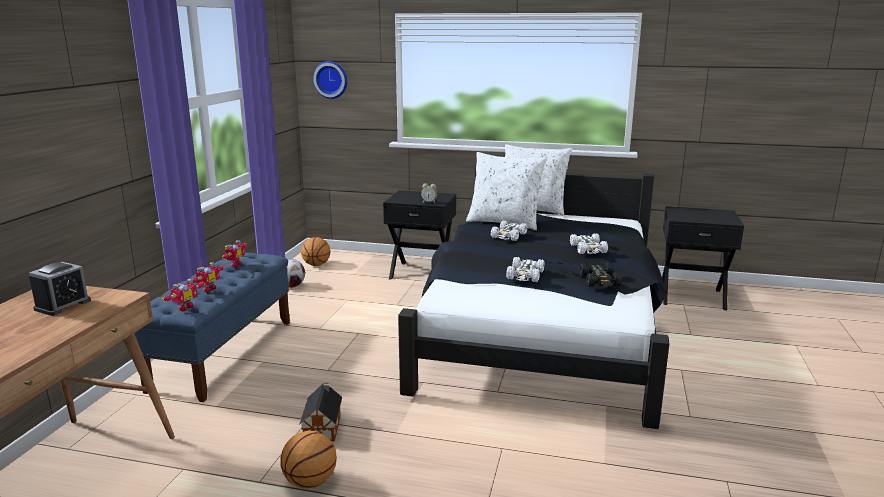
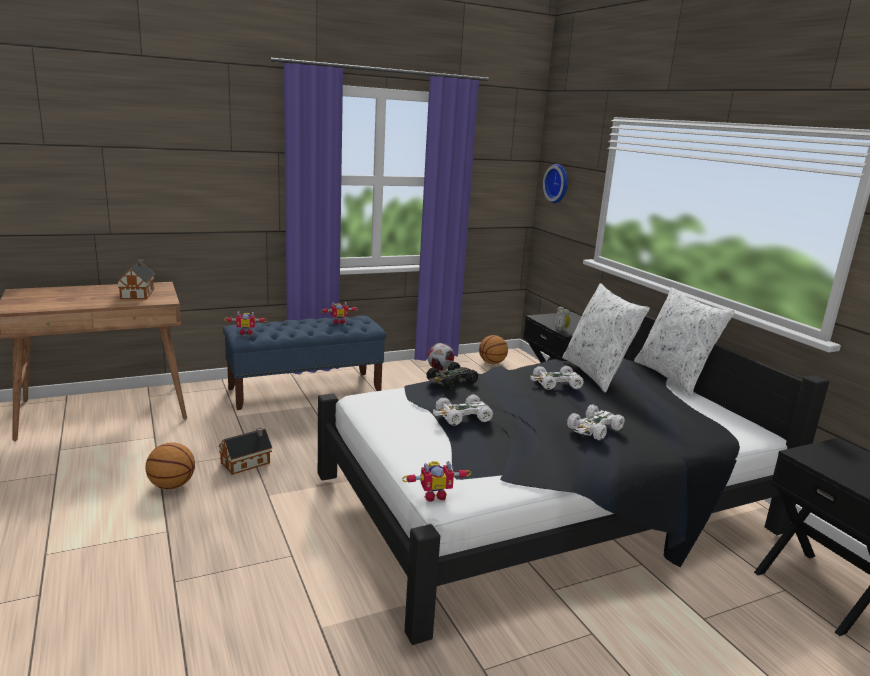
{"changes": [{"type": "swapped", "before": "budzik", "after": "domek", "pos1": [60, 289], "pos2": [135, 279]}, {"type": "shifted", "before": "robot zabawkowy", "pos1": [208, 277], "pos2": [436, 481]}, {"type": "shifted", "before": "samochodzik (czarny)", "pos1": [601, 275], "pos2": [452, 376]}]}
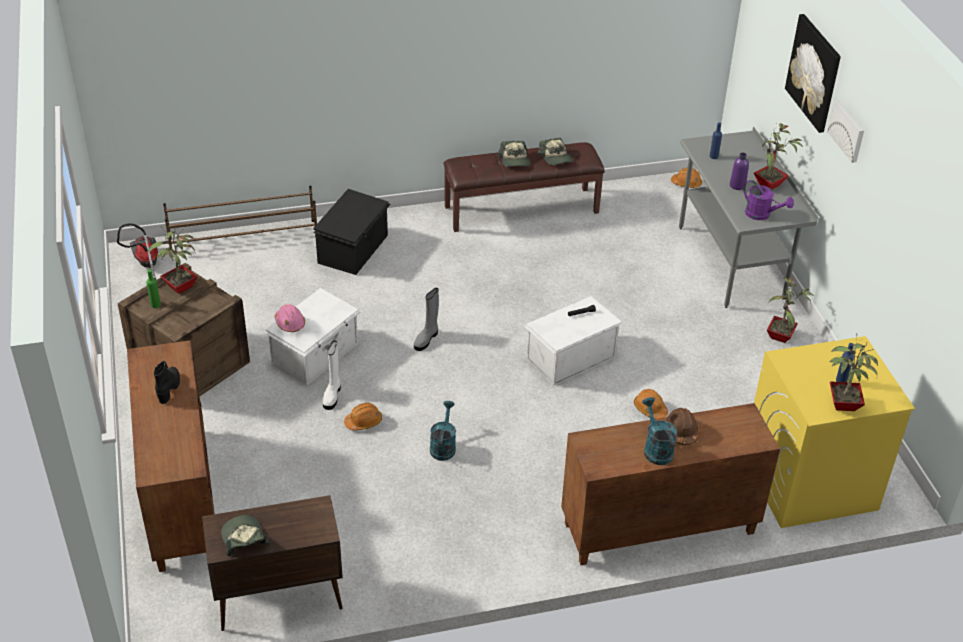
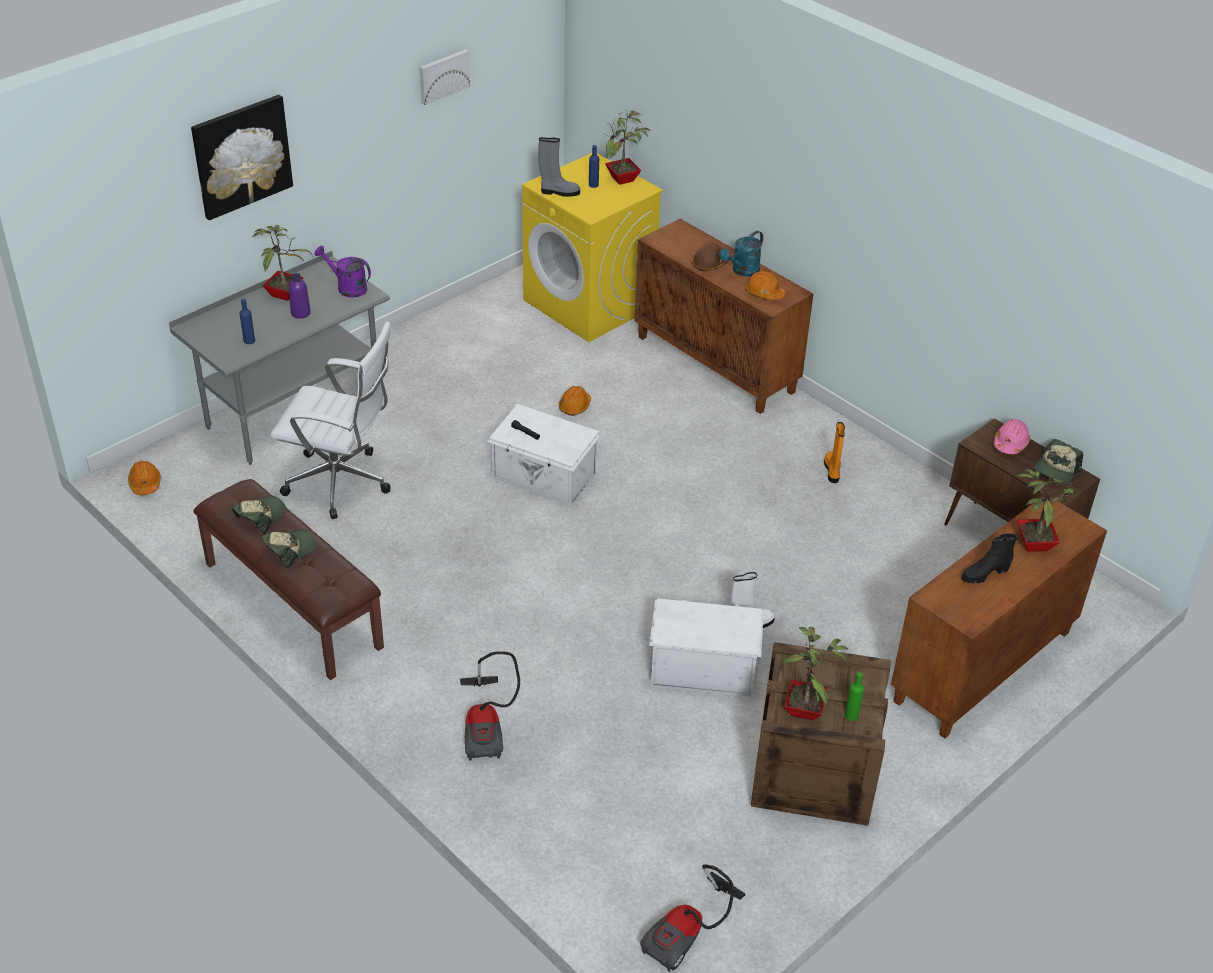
{"changes": [{"type": "gone", "before": "regał na buty (brązowy)", "pos1": [240, 218]}, {"type": "shifted", "before": "kask (różowy)", "pos1": [290, 318], "pos2": [1012, 436]}, {"type": "swapped", "before": "pojemnik do przechowywania (czarny)", "after": "odkurzacz", "pos1": [352, 232], "pos2": [490, 705]}, {"type": "shifted", "before": "kask (pomarańczowy)", "pos1": [363, 416], "pos2": [765, 285]}, {"type": "shifted", "before": "but z cholewką (szary)", "pos1": [426, 319], "pos2": [559, 167]}, {"type": "gone", "before": "konewka (turkusowy)", "pos1": [443, 431]}, {"type": "rotated", "before": "konewka (fioletowy)", "pos1": [768, 200], "pos2": [343, 271], "turn": -75}, {"type": "shifted", "before": "roślina doniczkowa", "pos1": [790, 310], "pos2": [1046, 510]}, {"type": "shifted", "before": "obraz", "pos1": [846, 132], "pos2": [445, 77]}, {"type": "new", "after": "krzesło biurowe (biały)", "pos2": [331, 420]}, {"type": "new", "after": "but z cholewką (pomarańczowy)", "pos2": [834, 452]}]}
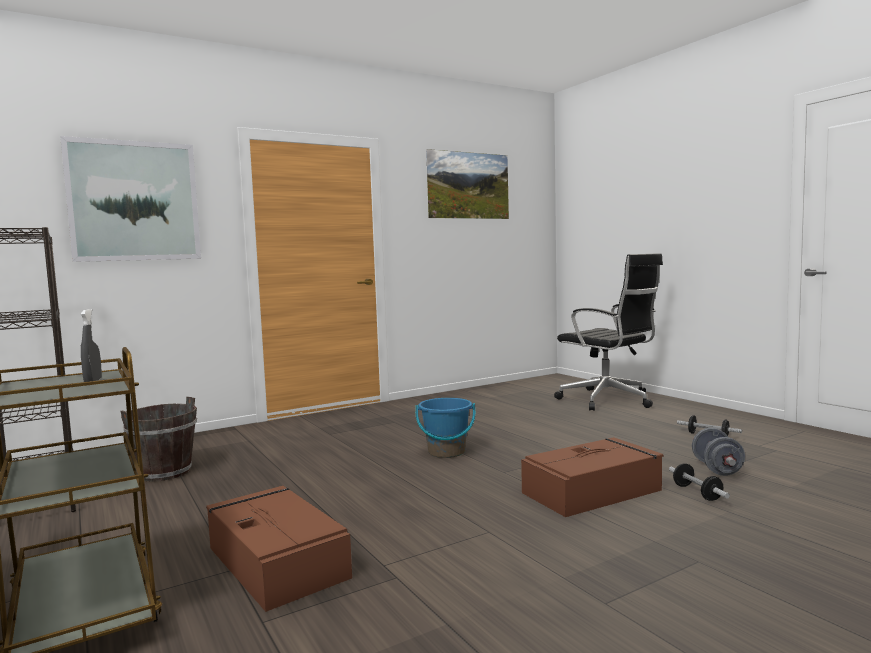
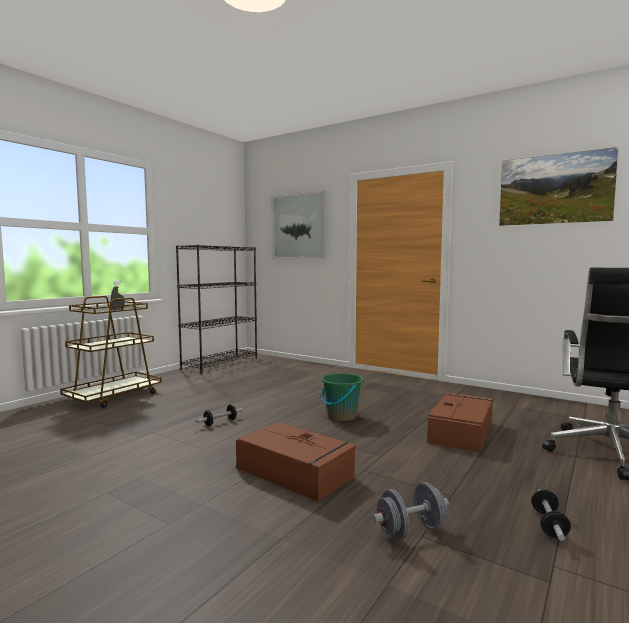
{"changes": [{"type": "gone", "before": "wiadro (brązowy)", "pos1": [159, 439]}, {"type": "shifted", "before": "pojemnik do przechowywania (brązowy)", "pos1": [279, 549], "pos2": [460, 422]}, {"type": "repainted", "before": "wiadro (niebieski)", "after": "wiadro (zielony)", "pos1": [445, 428], "pos2": [342, 397]}, {"type": "shifted", "before": "hantel", "pos1": [699, 482], "pos2": [219, 415]}]}
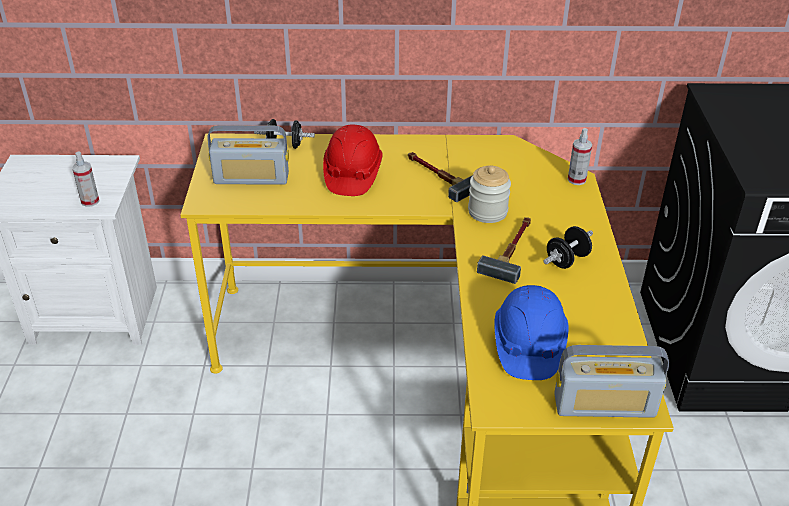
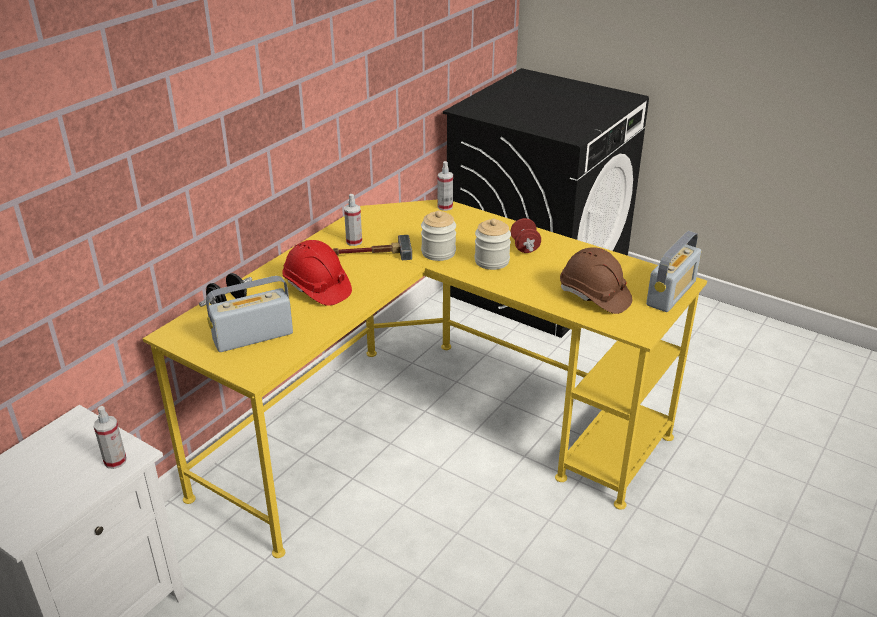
{"changes": [{"type": "rotated", "before": "radio", "pos1": [248, 155], "pos2": [249, 314], "turn": -150}, {"type": "swapped", "before": "młotek", "after": "słoik", "pos1": [504, 250], "pos2": [493, 244]}, {"type": "repainted", "before": "kask (niebieski)", "after": "kask (brązowy)", "pos1": [531, 332], "pos2": [596, 280]}, {"type": "repainted", "before": "hantel (czarny)", "after": "hantel (czerwony)", "pos1": [568, 247], "pos2": [526, 235]}, {"type": "new", "after": "spryskiwacz", "pos2": [353, 220]}]}
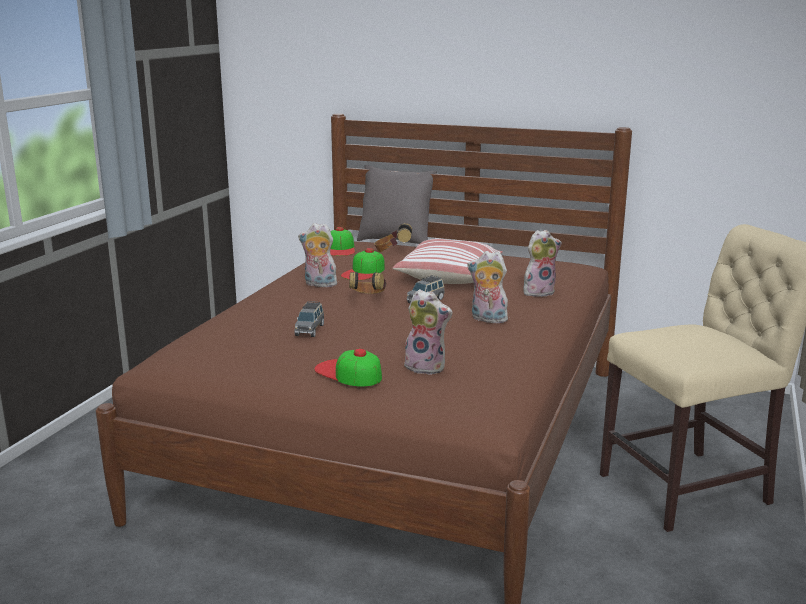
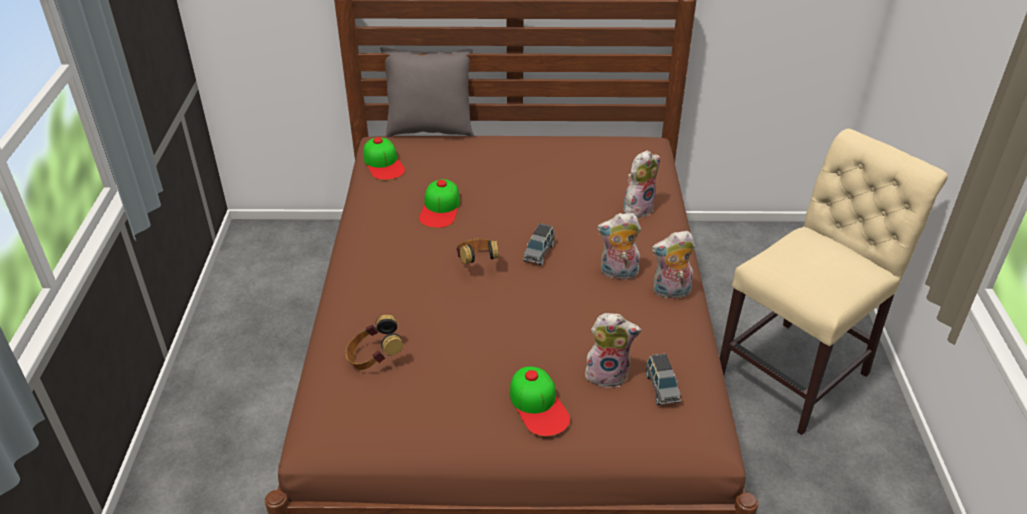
{"changes": [{"type": "shifted", "before": "samochodzik (szary)", "pos1": [309, 319], "pos2": [663, 379]}, {"type": "shifted", "before": "pluszak", "pos1": [317, 255], "pos2": [673, 264]}, {"type": "rotated", "before": "czapka z daszkiem", "pos1": [348, 368], "pos2": [540, 402], "turn": -135}, {"type": "shifted", "before": "słuchawki", "pos1": [393, 238], "pos2": [374, 342]}, {"type": "gone", "before": "poduszka", "pos1": [448, 261]}]}
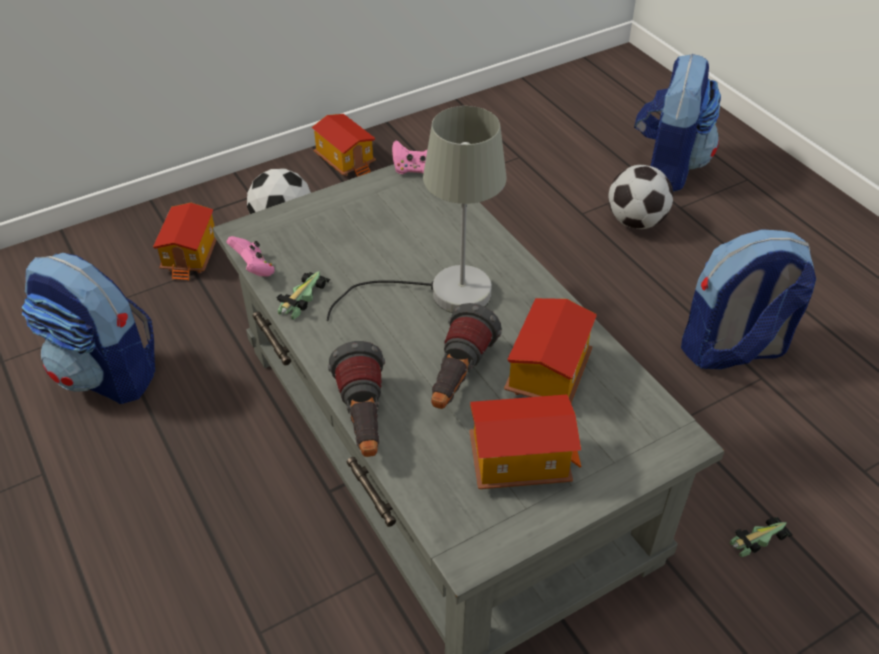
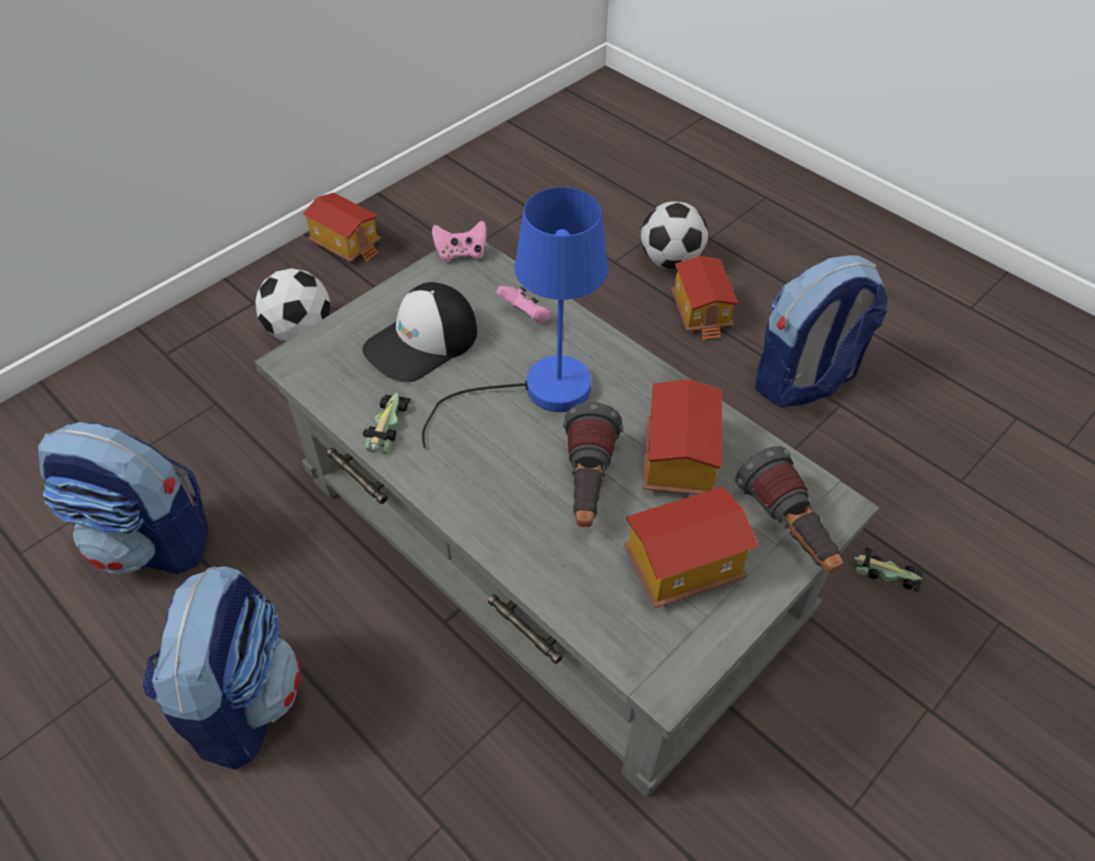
{"changes": [{"type": "shifted", "before": "domek", "pos1": [184, 242], "pos2": [704, 298]}, {"type": "shifted", "before": "pad do gier (różowy)", "pos1": [251, 256], "pos2": [523, 304]}, {"type": "repainted", "before": "lampa stołowa (szary)", "after": "lampa stołowa (niebieski)", "pos1": [416, 213], "pos2": [515, 318]}, {"type": "shifted", "before": "latarka", "pos1": [356, 399], "pos2": [789, 509]}, {"type": "shifted", "before": "plecak", "pos1": [677, 123], "pos2": [222, 667]}, {"type": "rotated", "before": "samochodzik", "pos1": [761, 537], "pos2": [888, 569], "turn": 60}, {"type": "new", "after": "czapka z daszkiem", "pos2": [419, 332]}]}
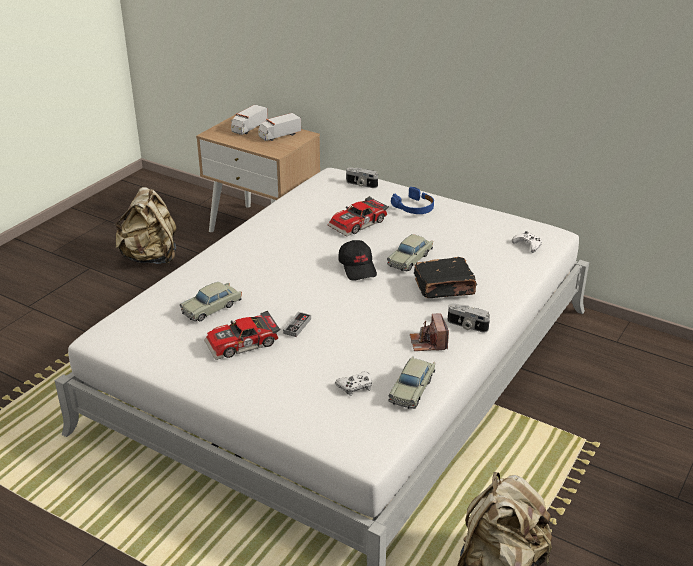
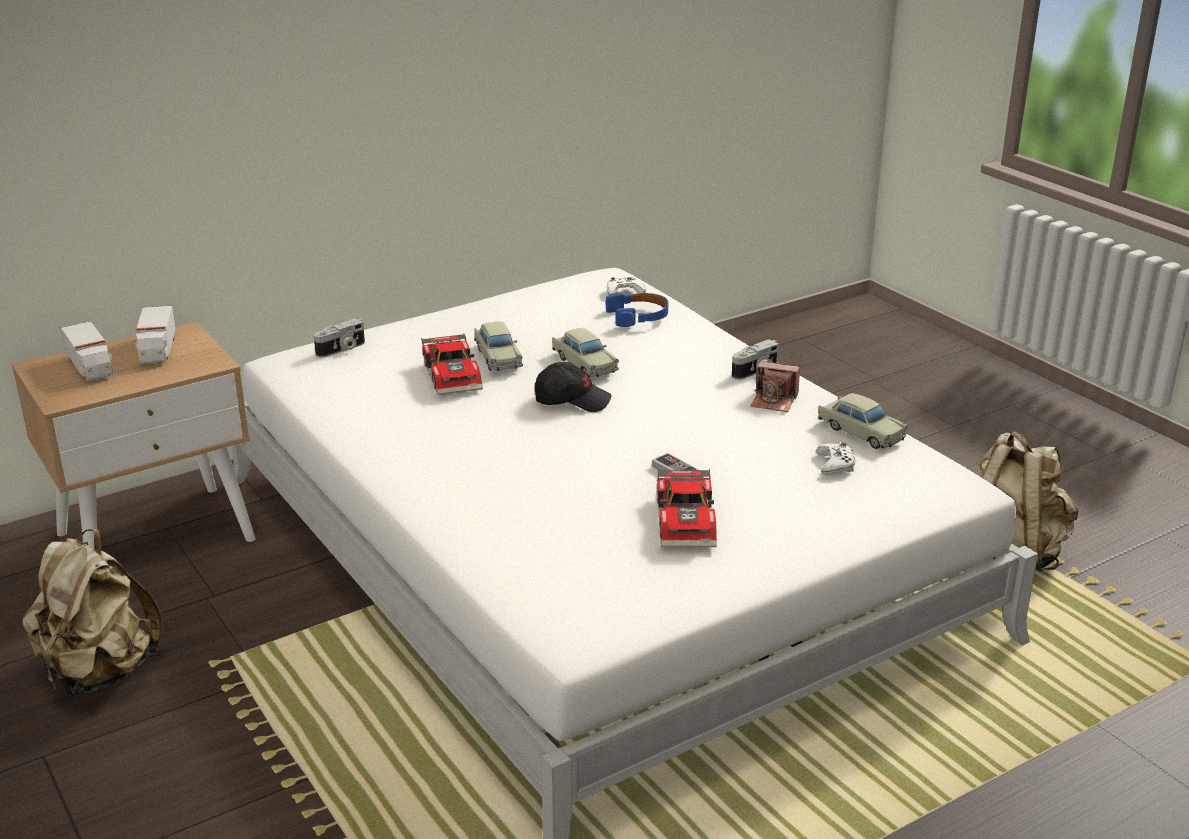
{"changes": [{"type": "shifted", "before": "samochodzik (beżowy)", "pos1": [211, 302], "pos2": [498, 346]}, {"type": "shifted", "before": "słuchawki (niebieski)", "pos1": [412, 200], "pos2": [637, 310]}, {"type": "gone", "before": "książka (czarny)", "pos1": [445, 277]}]}
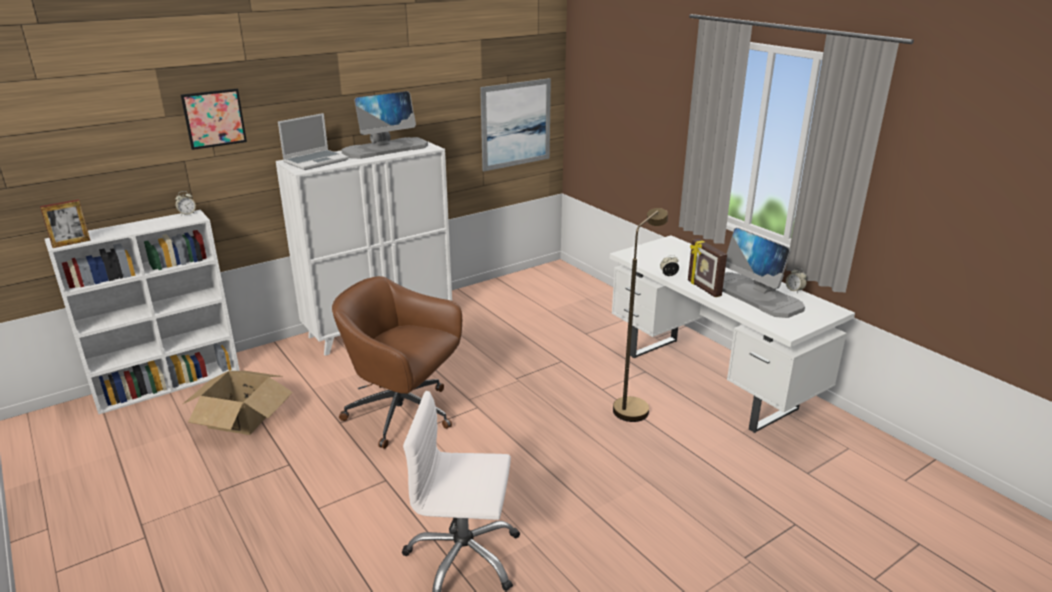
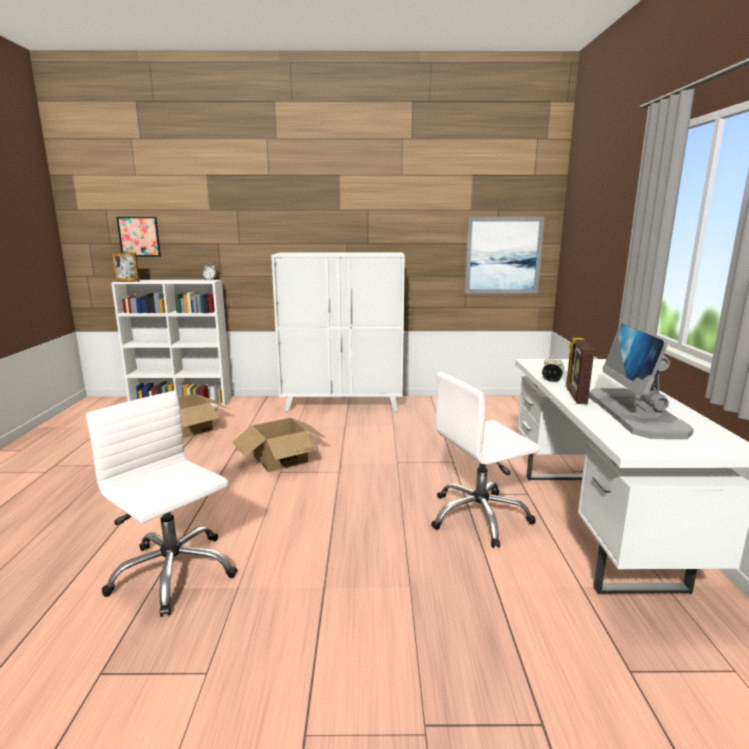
{"changes": [{"type": "shifted", "before": "obraz", "pos1": [214, 119], "pos2": [139, 237]}, {"type": "gone", "before": "laptop", "pos1": [313, 141]}, {"type": "swapped", "before": "krzesło biurowe (brązowy)", "after": "karton", "pos1": [397, 362], "pos2": [279, 445]}, {"type": "gone", "before": "monitor", "pos1": [384, 125]}, {"type": "swapped", "before": "lampa stojąca (brązowy)", "after": "krzesło biurowe (biały)", "pos1": [640, 315], "pos2": [485, 460]}, {"type": "gone", "before": "budzik", "pos1": [796, 280]}]}
